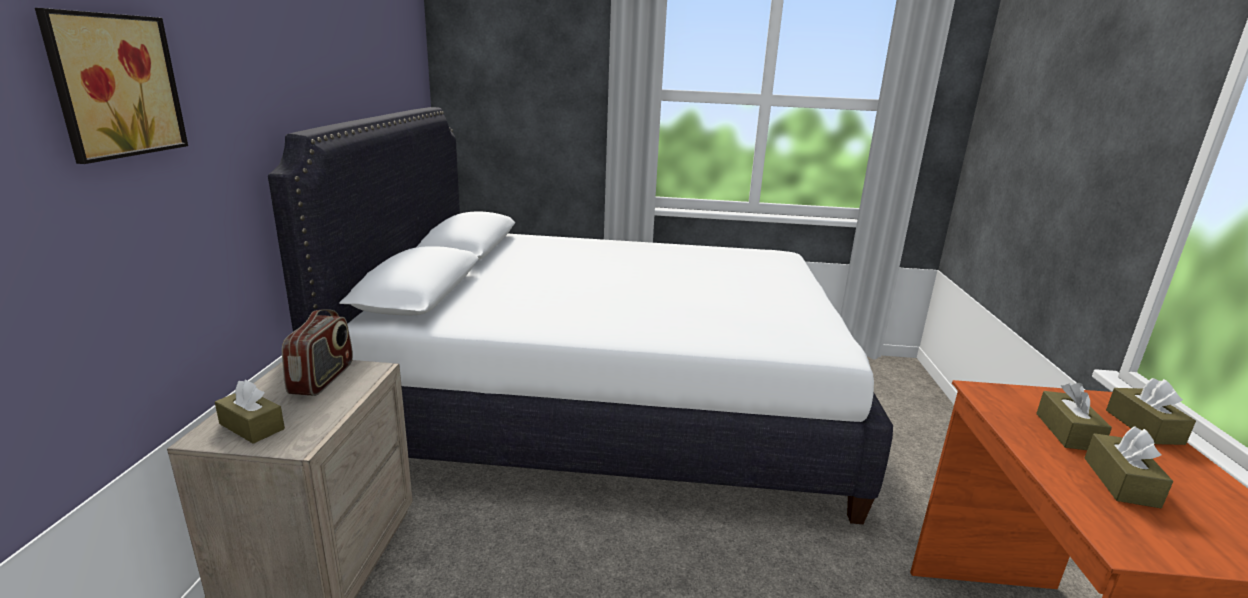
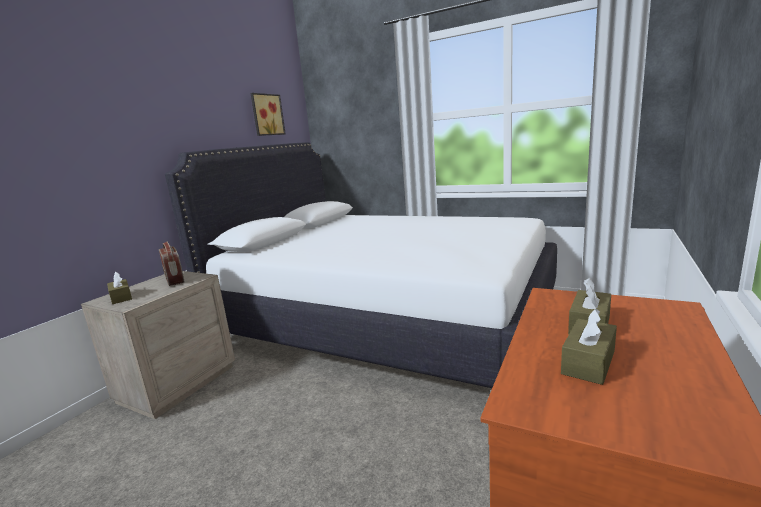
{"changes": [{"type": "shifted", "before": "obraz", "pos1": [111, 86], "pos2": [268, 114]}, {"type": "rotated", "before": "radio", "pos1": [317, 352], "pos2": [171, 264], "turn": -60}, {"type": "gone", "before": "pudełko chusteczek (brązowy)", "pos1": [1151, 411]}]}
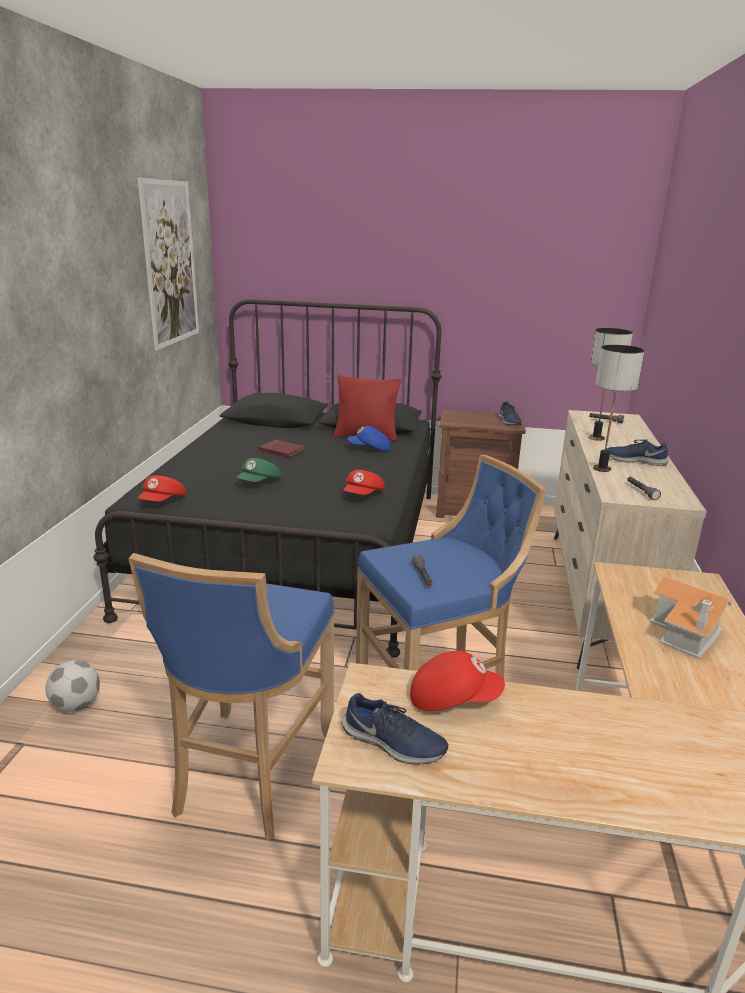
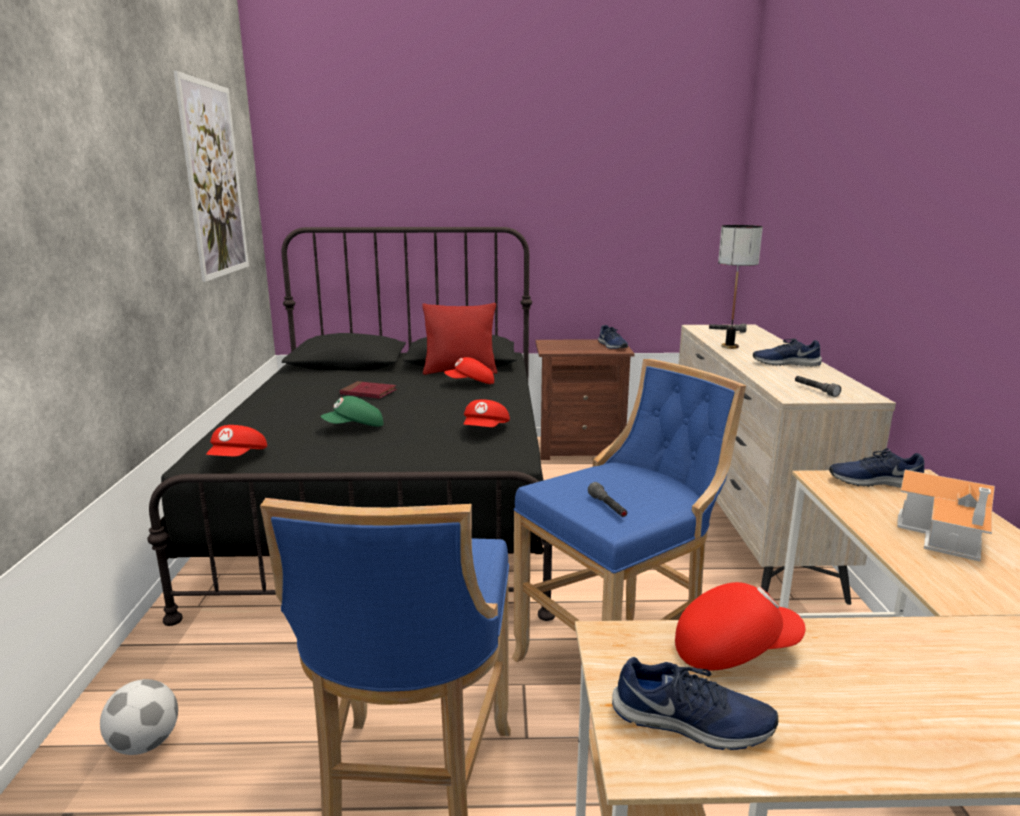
{"changes": [{"type": "rotated", "before": "czapka z daszkiem (zielony)", "pos1": [259, 470], "pos2": [352, 411], "turn": 45}, {"type": "repainted", "before": "czapka z daszkiem (niebieski)", "after": "czapka z daszkiem (czerwony)", "pos1": [369, 438], "pos2": [469, 370]}, {"type": "gone", "before": "lampa stołowa", "pos1": [618, 408]}, {"type": "new", "after": "but (niebieski)", "pos2": [876, 468]}]}
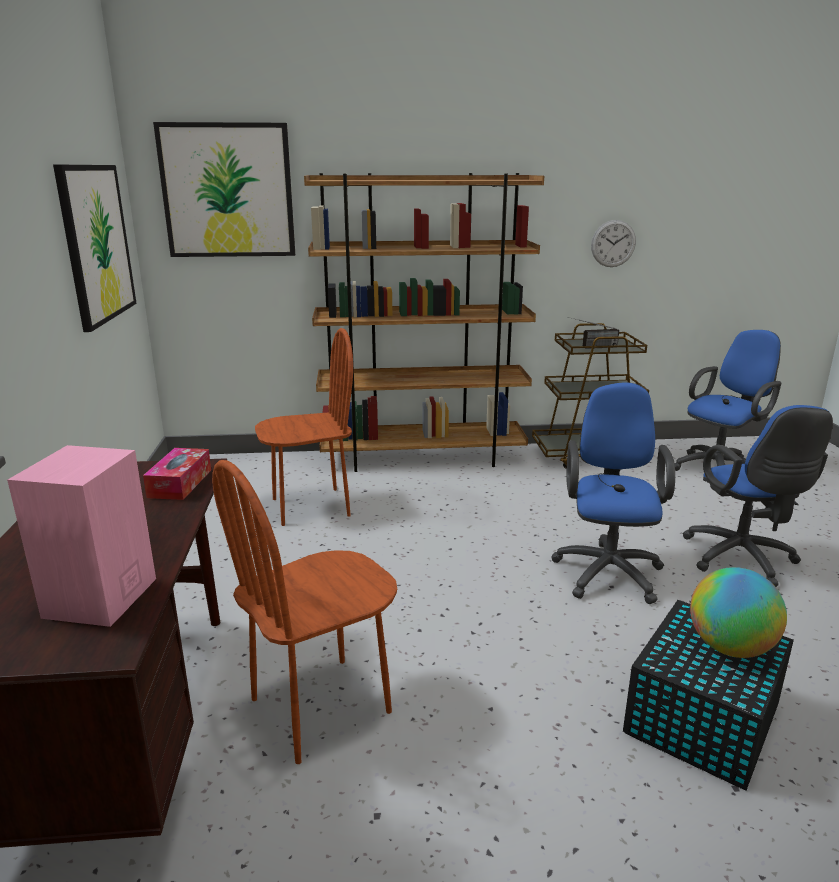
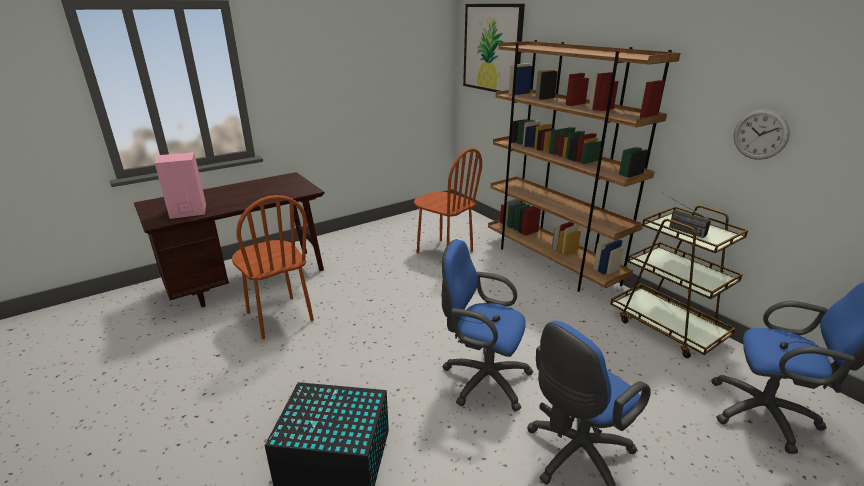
{"changes": [{"type": "gone", "before": "obraz", "pos1": [95, 248]}, {"type": "gone", "before": "pudełko chusteczek", "pos1": [177, 474]}, {"type": "rotated", "before": "krzesło (brązowy)", "pos1": [304, 612], "pos2": [273, 267], "turn": -150}, {"type": "rotated", "before": "krzesło biurowe (niebieski)", "pos1": [613, 493], "pos2": [487, 325], "turn": -135}, {"type": "gone", "before": "globus", "pos1": [738, 612]}]}
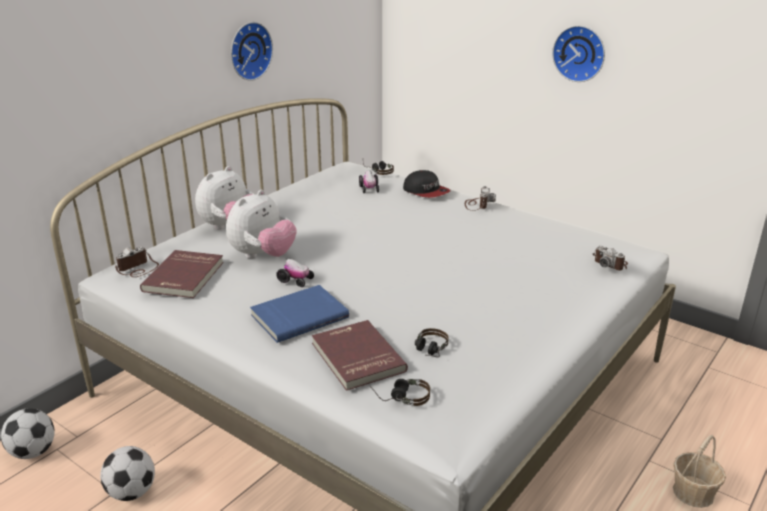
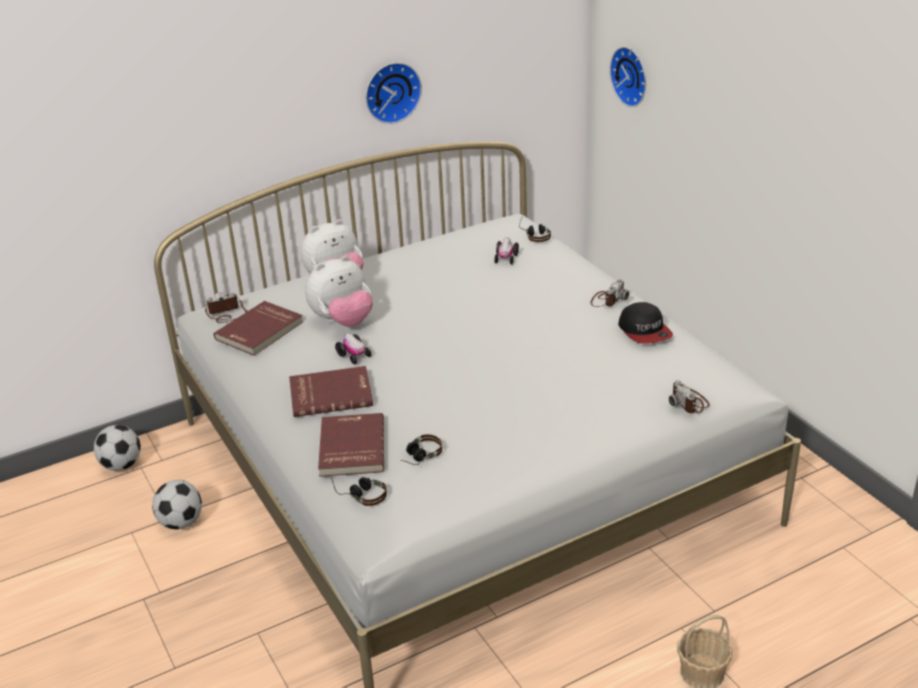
{"changes": [{"type": "repainted", "before": "książka (niebieski)", "after": "książka (czerwony)", "pos1": [299, 314], "pos2": [331, 391]}, {"type": "shifted", "before": "czapka z daszkiem", "pos1": [426, 184], "pos2": [645, 323]}, {"type": "shifted", "before": "zegar ścienny", "pos1": [578, 53], "pos2": [628, 77]}]}
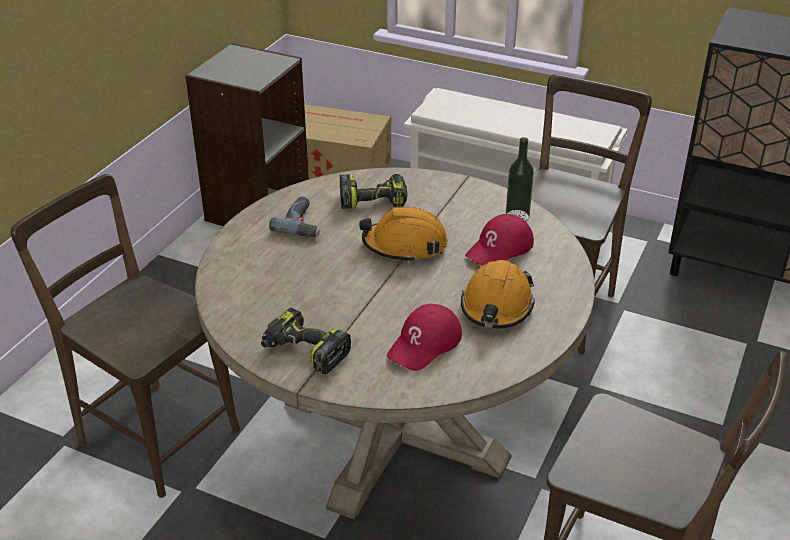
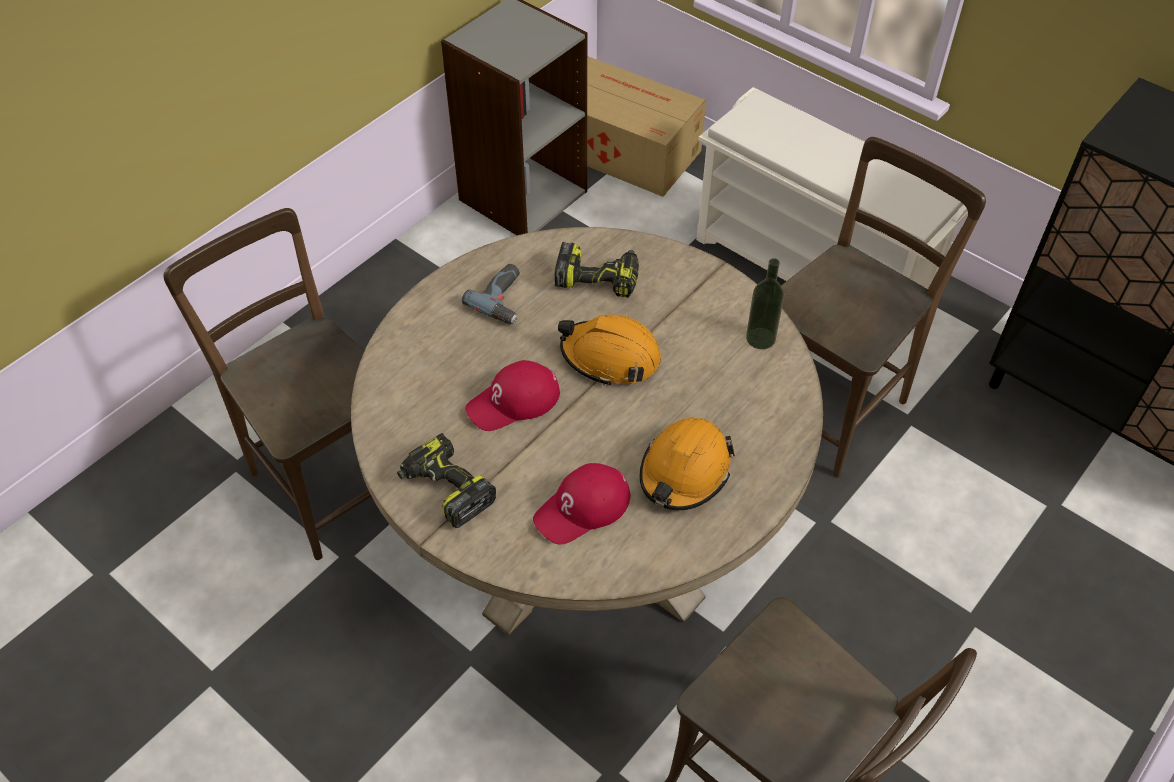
{"changes": [{"type": "shifted", "before": "czapka z daszkiem (czerwony)", "pos1": [499, 240], "pos2": [512, 395]}]}
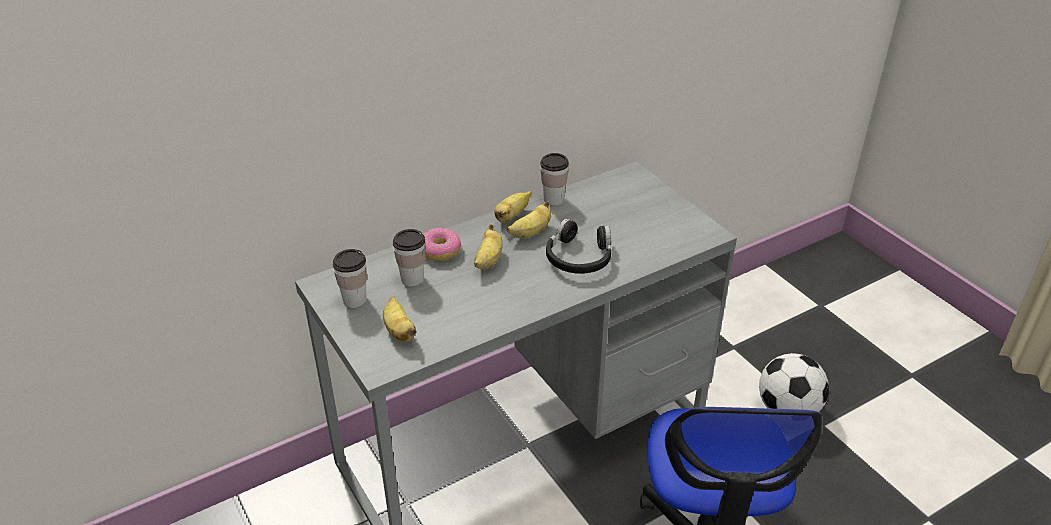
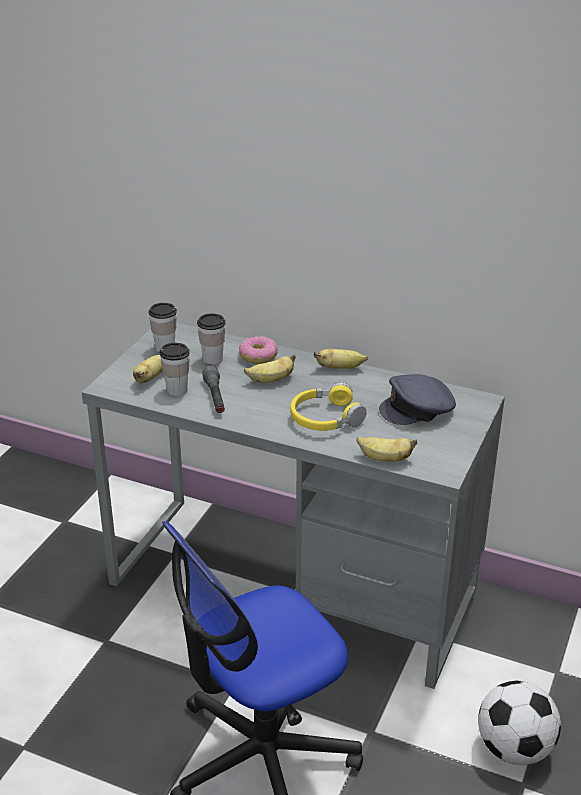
{"changes": [{"type": "shifted", "before": "banan", "pos1": [529, 219], "pos2": [387, 449]}, {"type": "shifted", "before": "filiżanka", "pos1": [554, 179], "pos2": [175, 369]}, {"type": "repainted", "before": "słuchawki (czarny)", "after": "słuchawki (żółty)", "pos1": [579, 246], "pos2": [328, 407]}, {"type": "new", "after": "latarka (szary)", "pos2": [213, 389]}, {"type": "new", "after": "czapka z daszkiem (szary)", "pos2": [417, 399]}]}
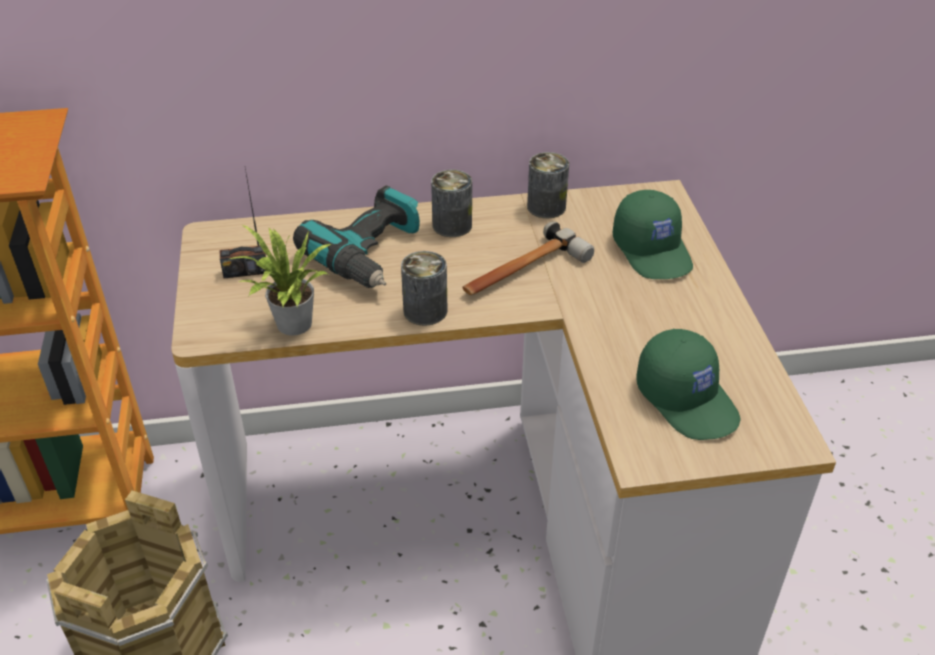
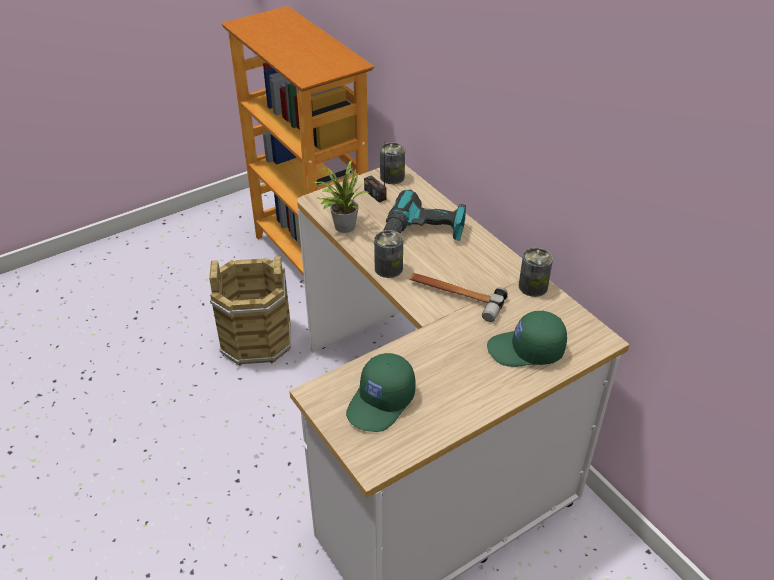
{"changes": [{"type": "shifted", "before": "puszka", "pos1": [451, 203], "pos2": [392, 163]}, {"type": "rotated", "before": "czapka z daszkiem (zielony)", "pos1": [653, 234], "pos2": [527, 339], "turn": 45}]}
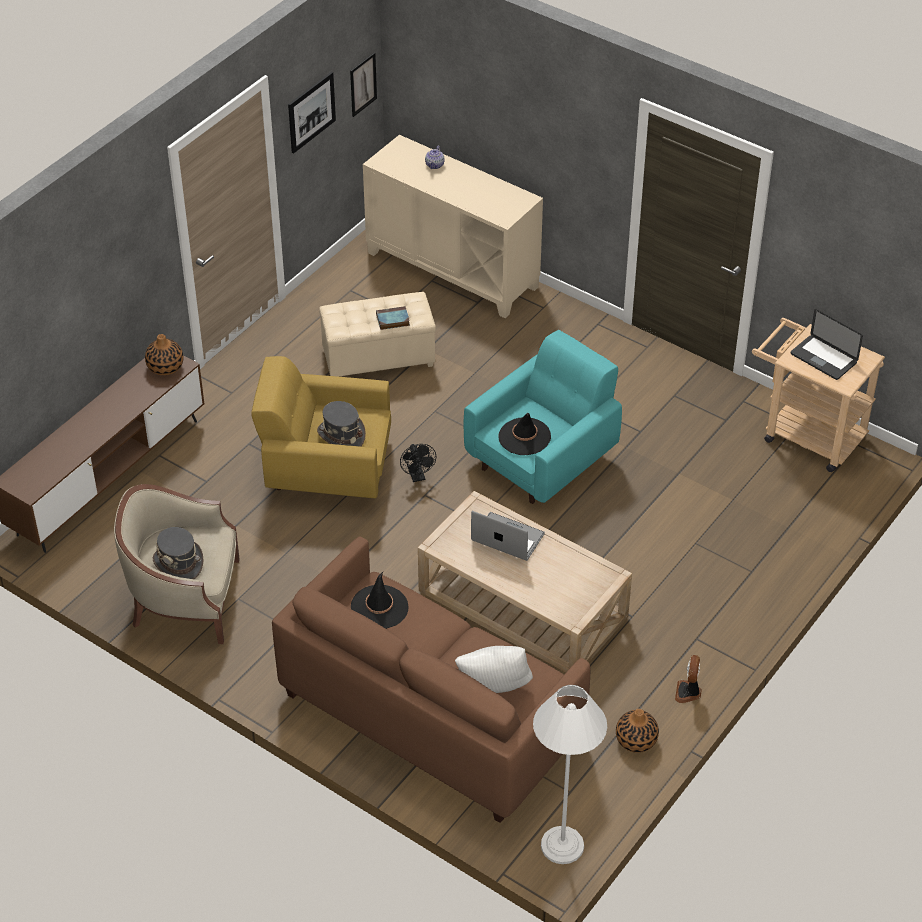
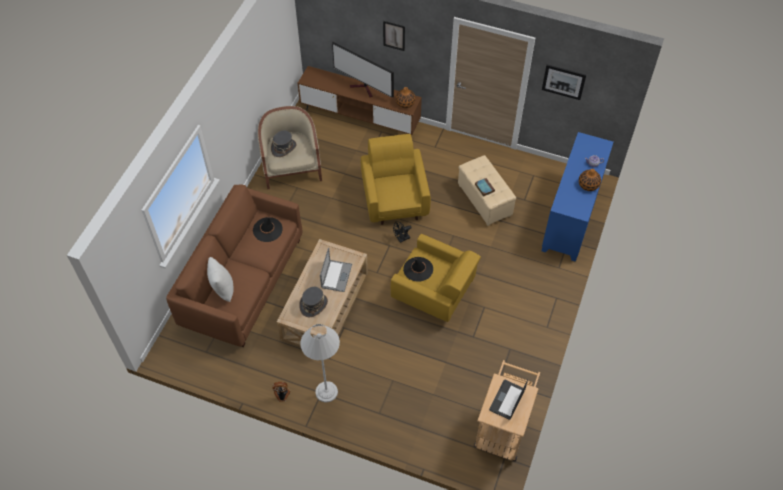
{"changes": [{"type": "shifted", "before": "kapelusz (szary)", "pos1": [341, 424], "pos2": [313, 302]}, {"type": "shifted", "before": "obraz", "pos1": [363, 85], "pos2": [394, 36]}, {"type": "repainted", "before": "szafka (beżowy)", "after": "szafka (niebieski)", "pos1": [453, 226], "pos2": [577, 197]}, {"type": "repainted", "before": "fotel (turkusowy)", "after": "fotel (żółty)", "pos1": [543, 417], "pos2": [436, 278]}, {"type": "shifted", "before": "lampa stojąca (biały)", "pos1": [570, 774], "pos2": [320, 363]}, {"type": "shifted", "before": "wazon", "pos1": [637, 731], "pos2": [590, 180]}, {"type": "new", "after": "telewizor", "pos2": [363, 69]}]}
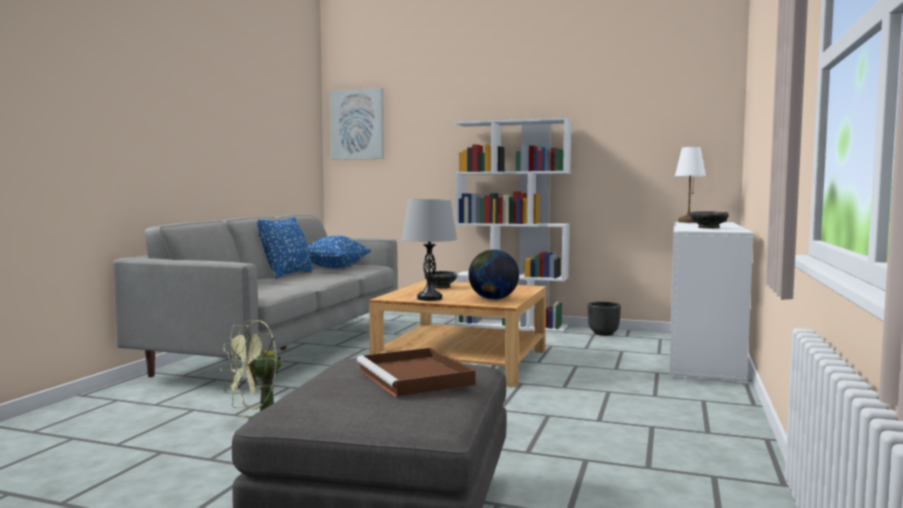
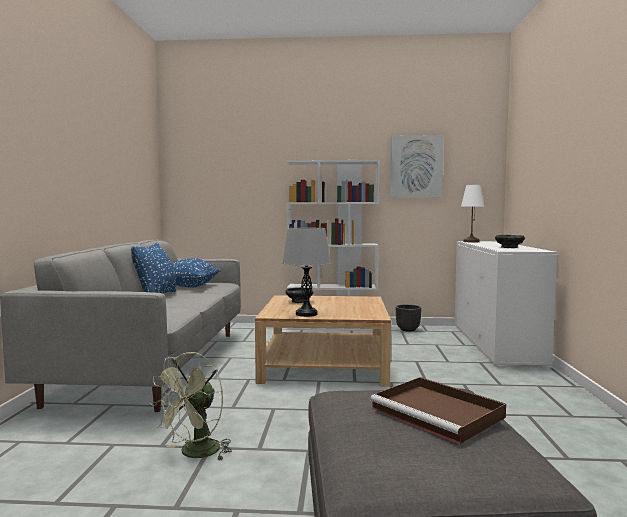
{"changes": [{"type": "shifted", "before": "obraz", "pos1": [356, 124], "pos2": [416, 166]}, {"type": "gone", "before": "globus", "pos1": [494, 274]}]}
